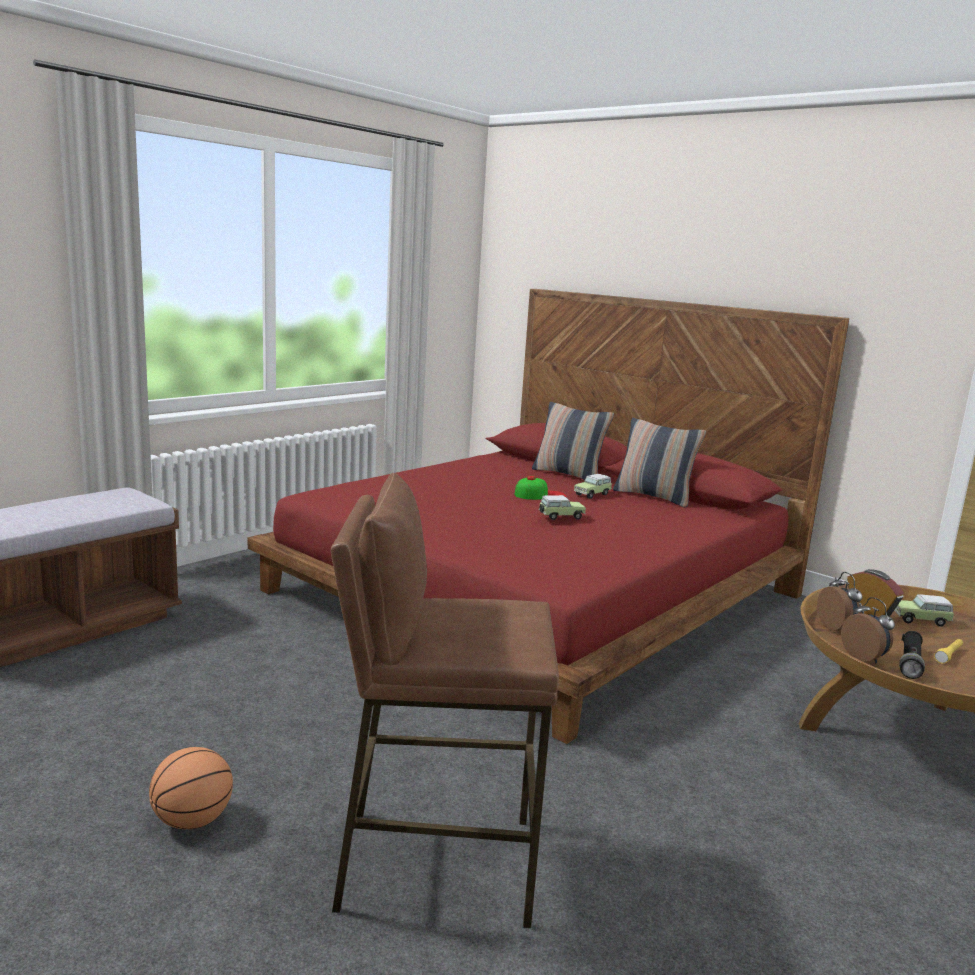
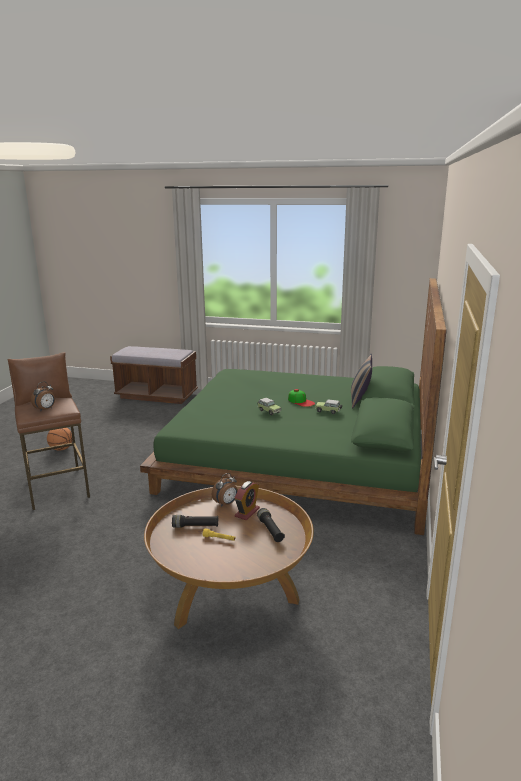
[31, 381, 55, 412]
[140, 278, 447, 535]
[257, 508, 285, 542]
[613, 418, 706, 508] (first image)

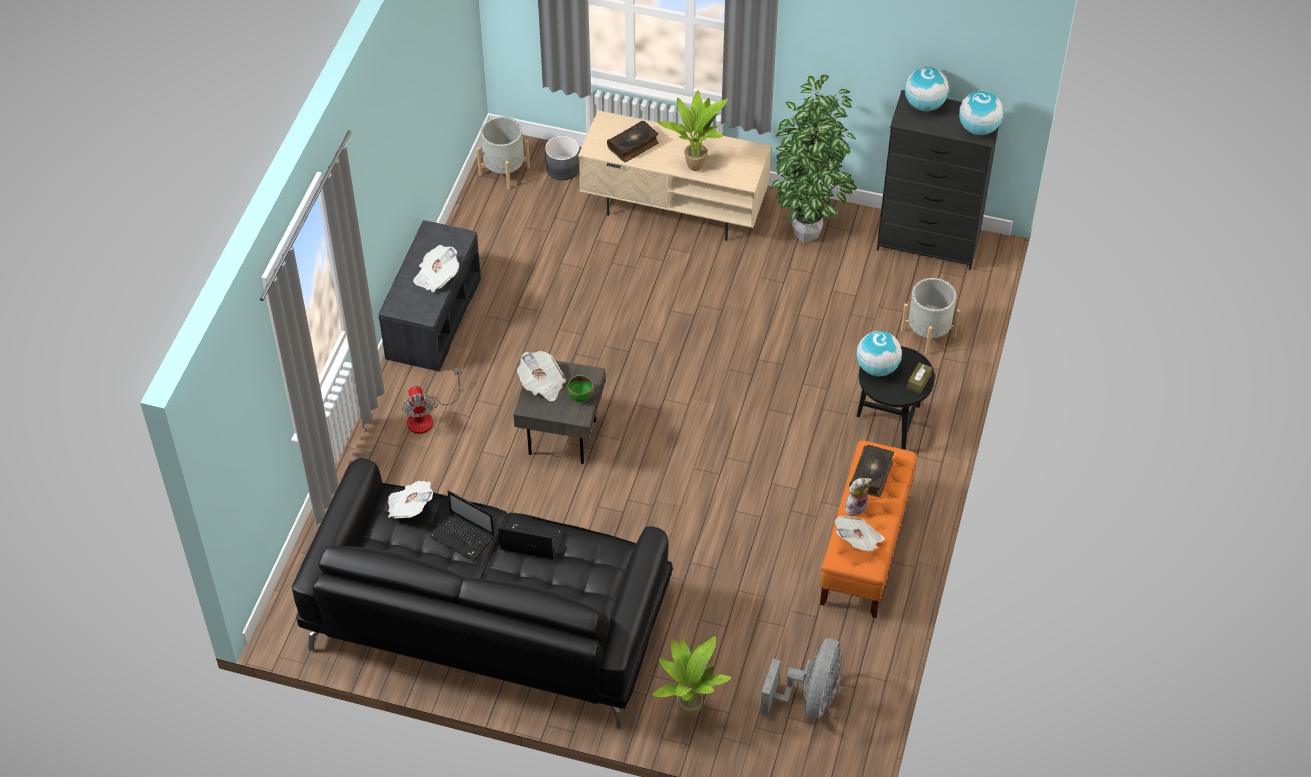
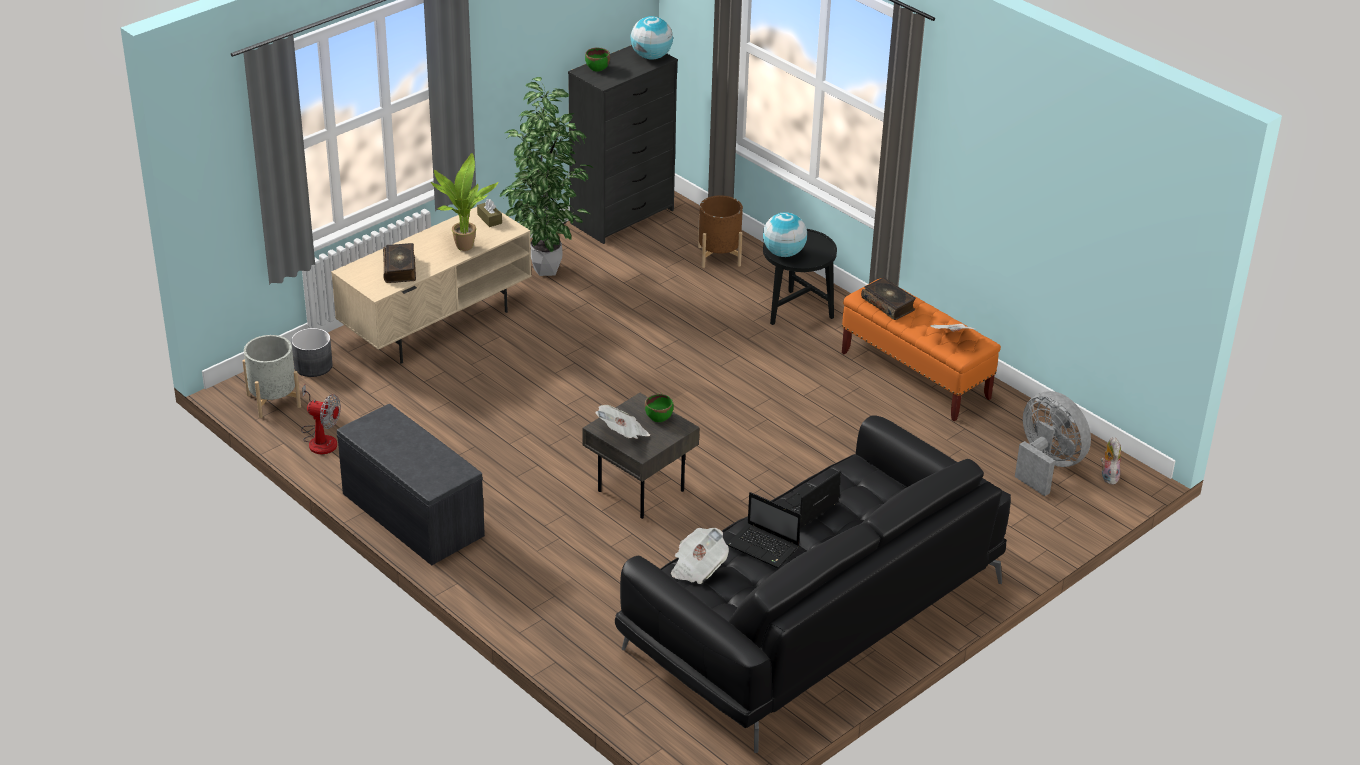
[301, 385, 341, 454]
[477, 199, 502, 227]
[585, 47, 610, 71]
[698, 195, 743, 268]
[727, 492, 801, 568]
[1101, 437, 1121, 485]
[413, 245, 459, 293] (first image)
[652, 636, 732, 718] (first image)

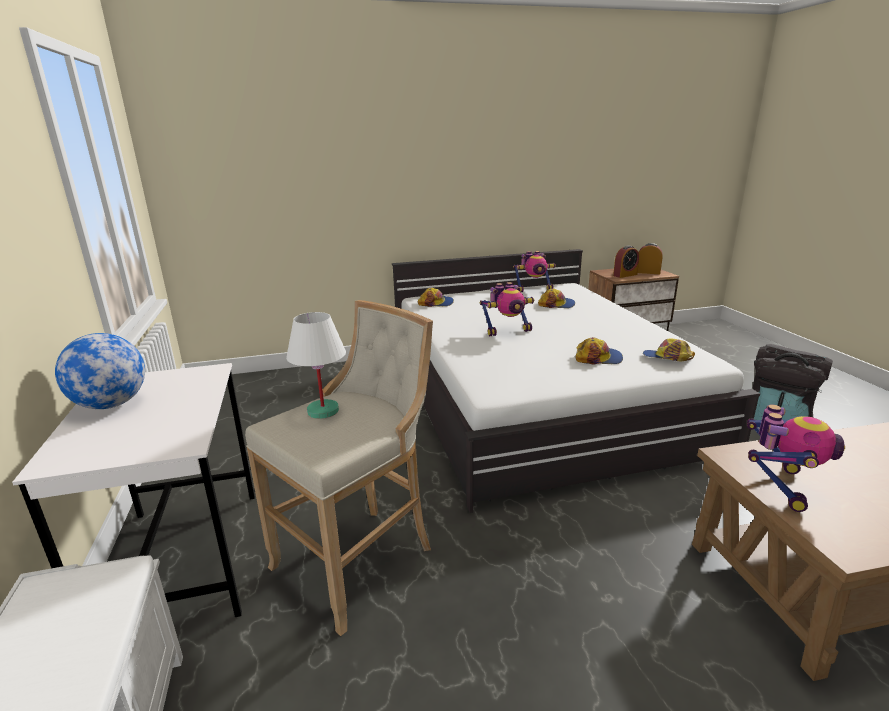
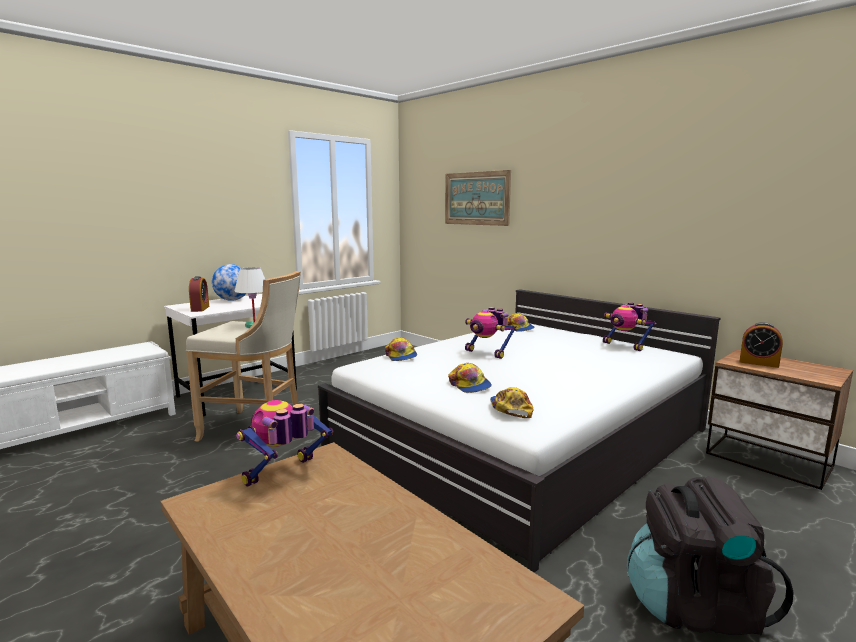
[189, 276, 209, 312]
[236, 400, 334, 487]
[385, 337, 417, 361]
[445, 170, 511, 226]

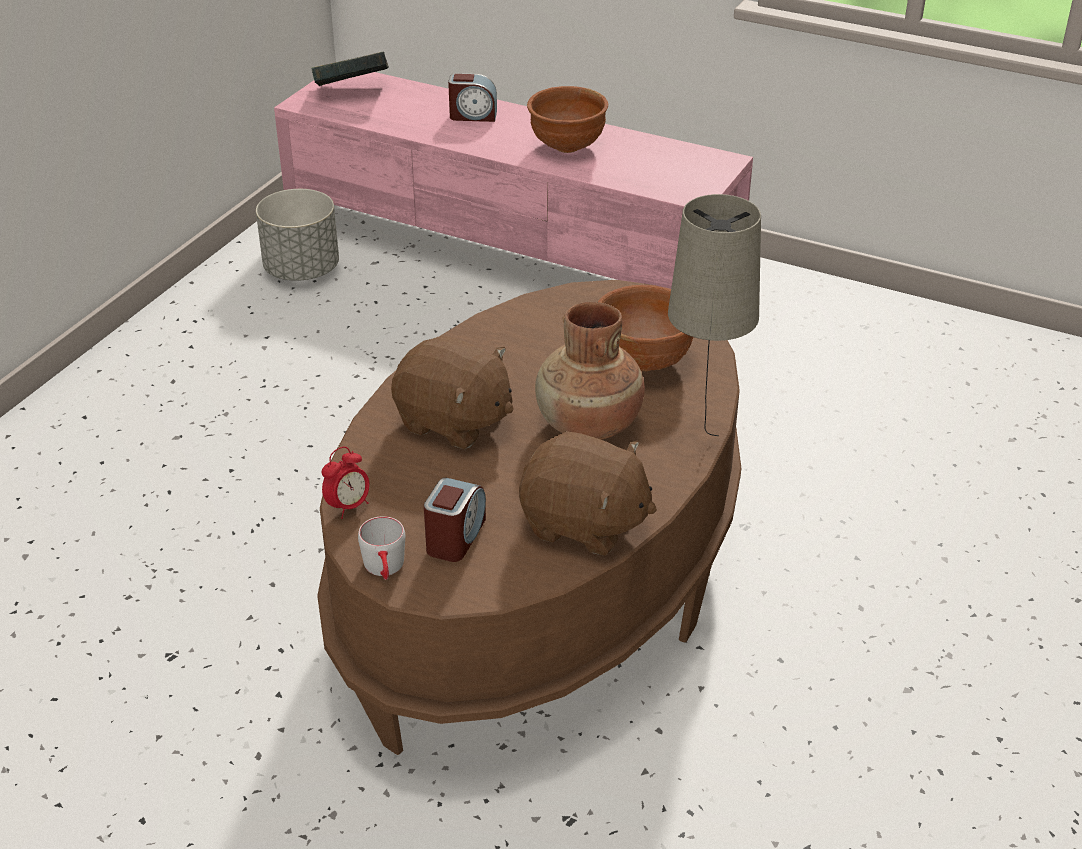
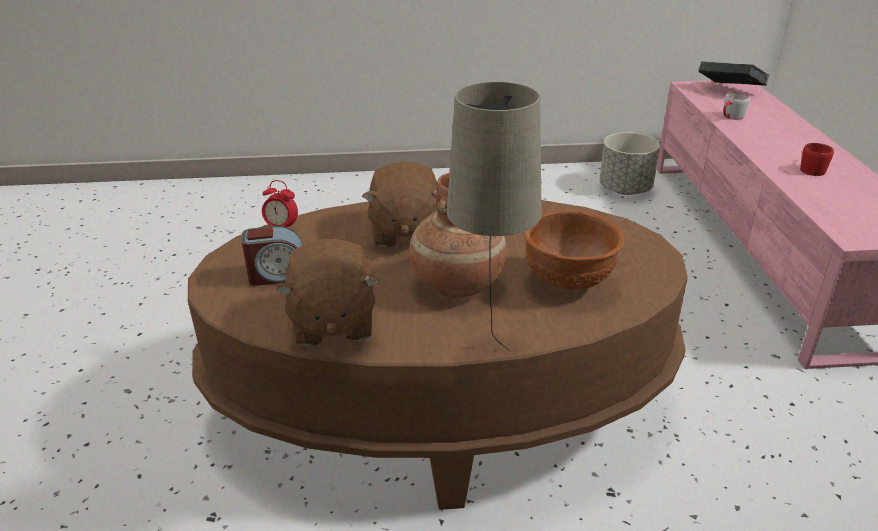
[723, 92, 750, 120]
[800, 143, 834, 176]
[448, 73, 497, 122] (first image)

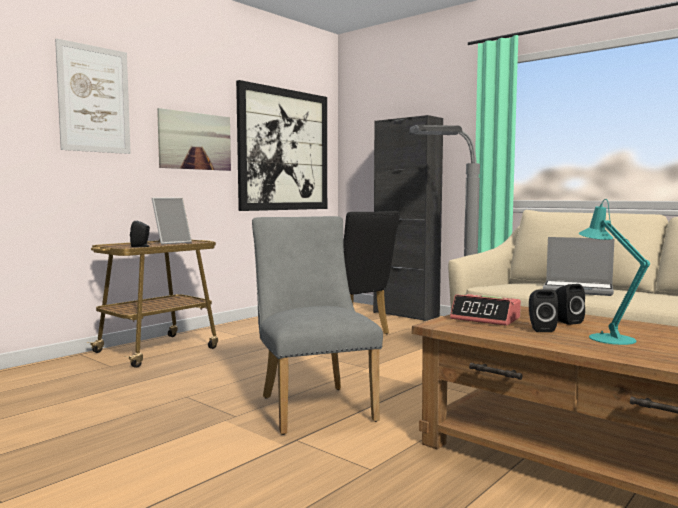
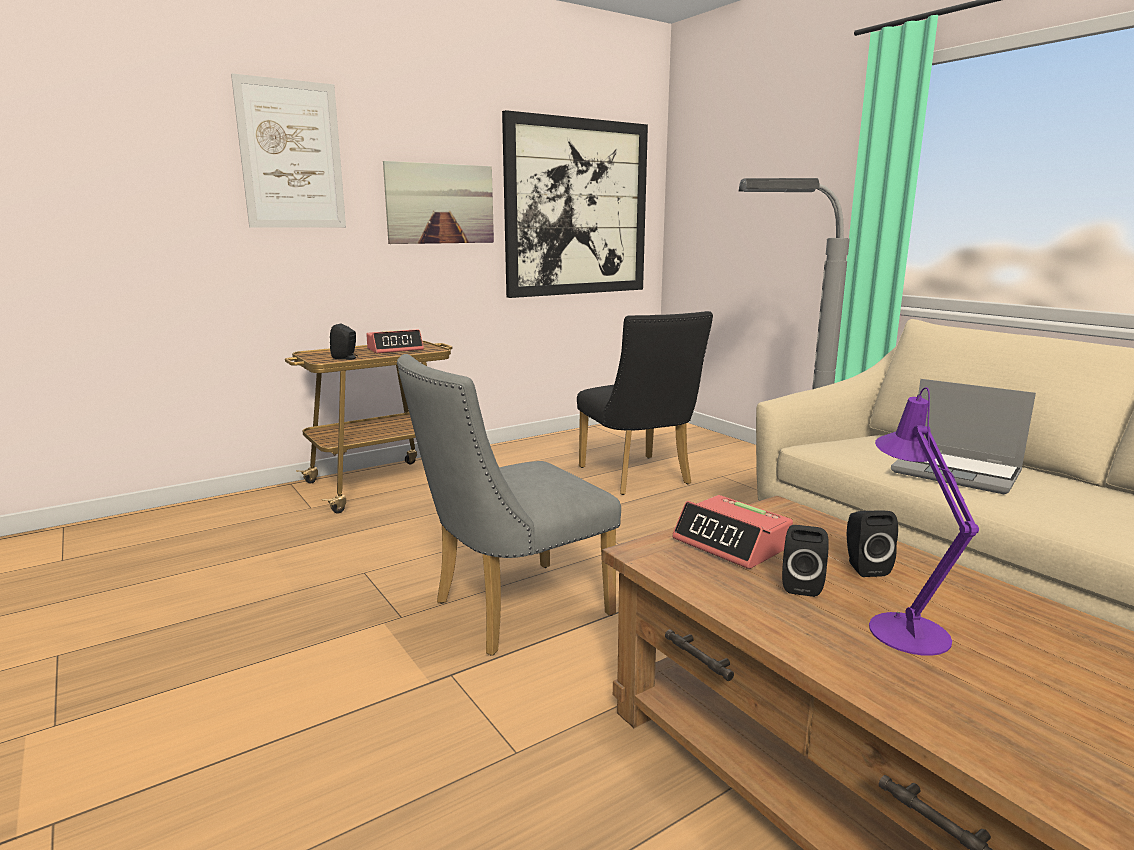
[366, 329, 424, 354]
[397, 354, 621, 656]
[869, 387, 979, 656]
[373, 115, 443, 321] (first image)

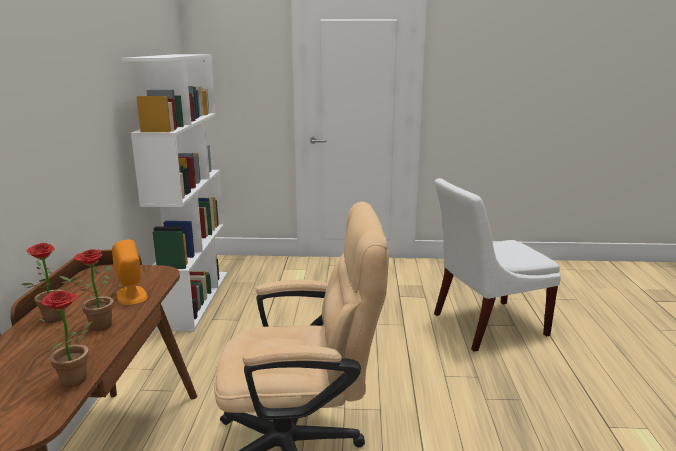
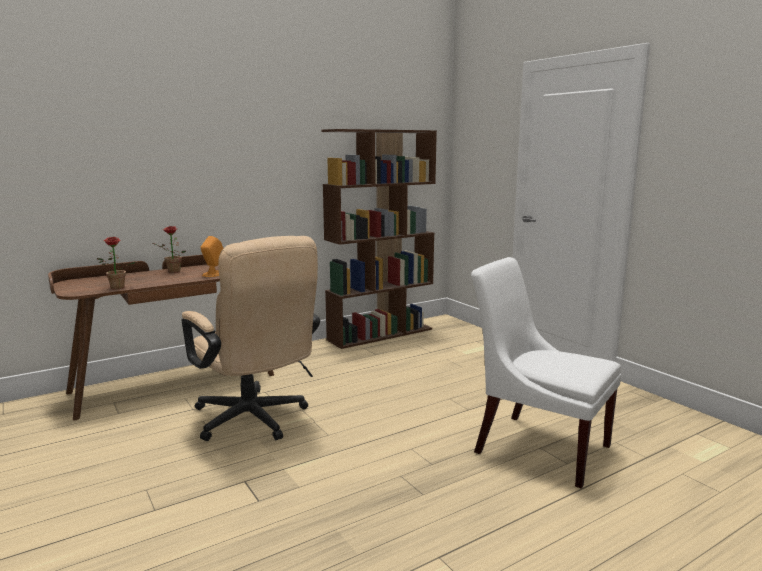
[321, 129, 437, 349]
[60, 249, 113, 331] (first image)

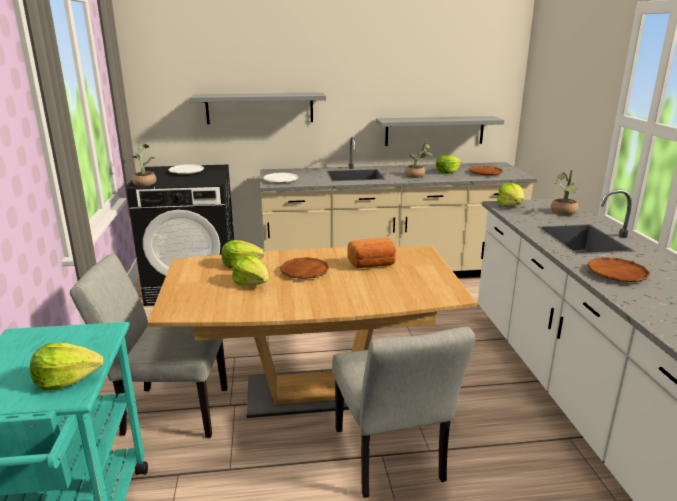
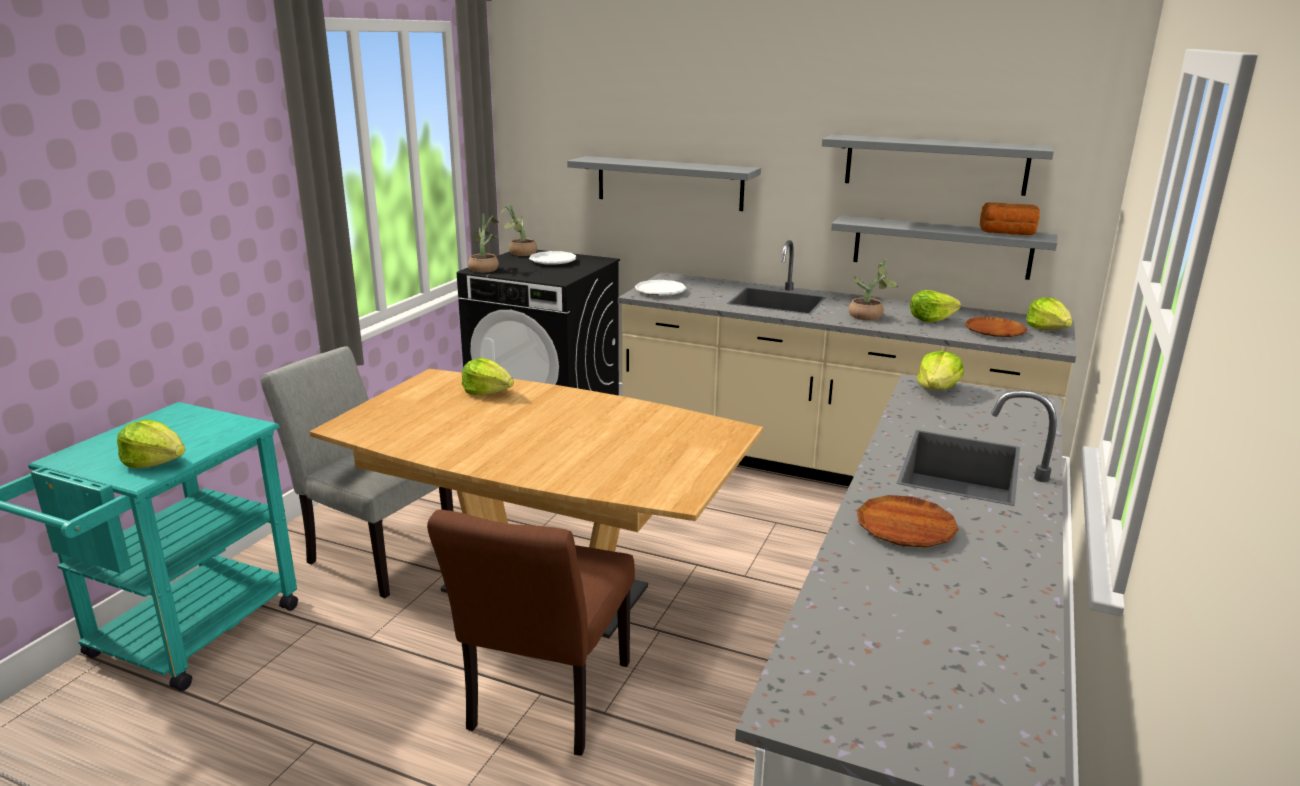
[427, 510, 635, 756]
[500, 205, 537, 256]
[822, 135, 1054, 196]
[979, 202, 1040, 235]
[1026, 297, 1073, 330]
[280, 257, 330, 279] (first image)

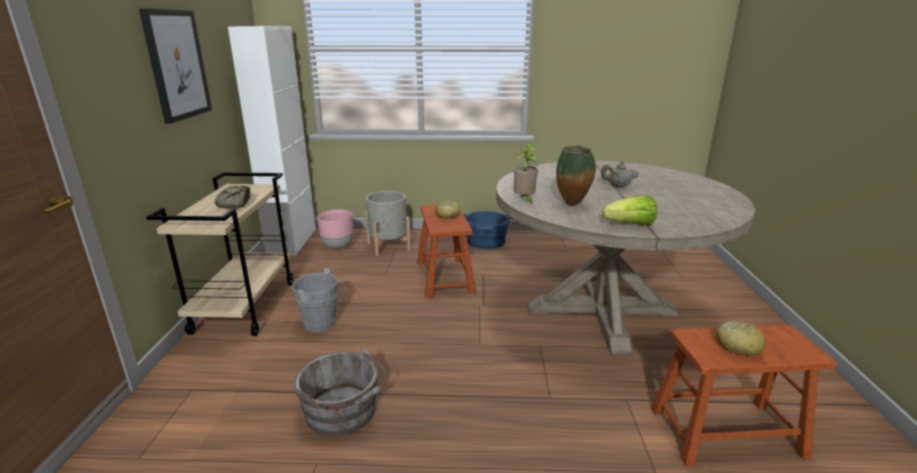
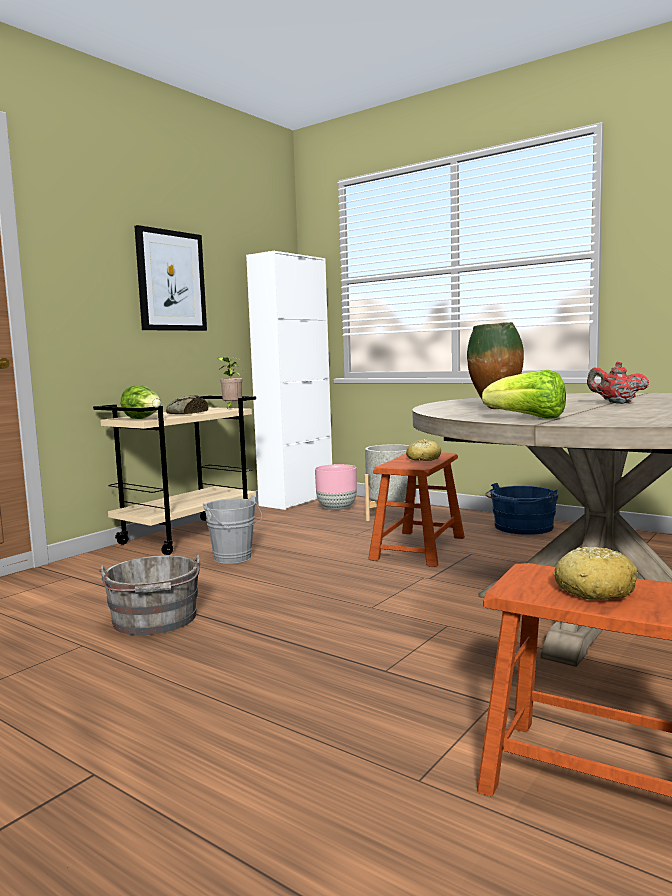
[121, 385, 161, 419]
[218, 357, 243, 409]
[587, 362, 649, 404]

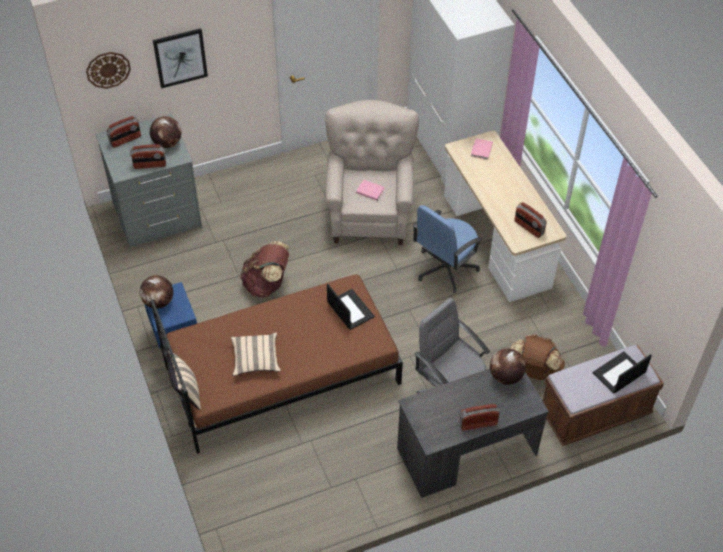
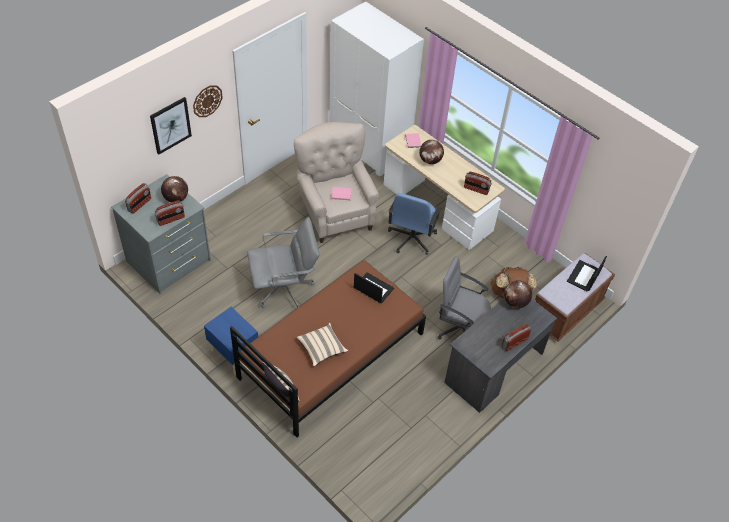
[193, 85, 223, 117]
[247, 217, 320, 310]
[419, 140, 444, 164]

